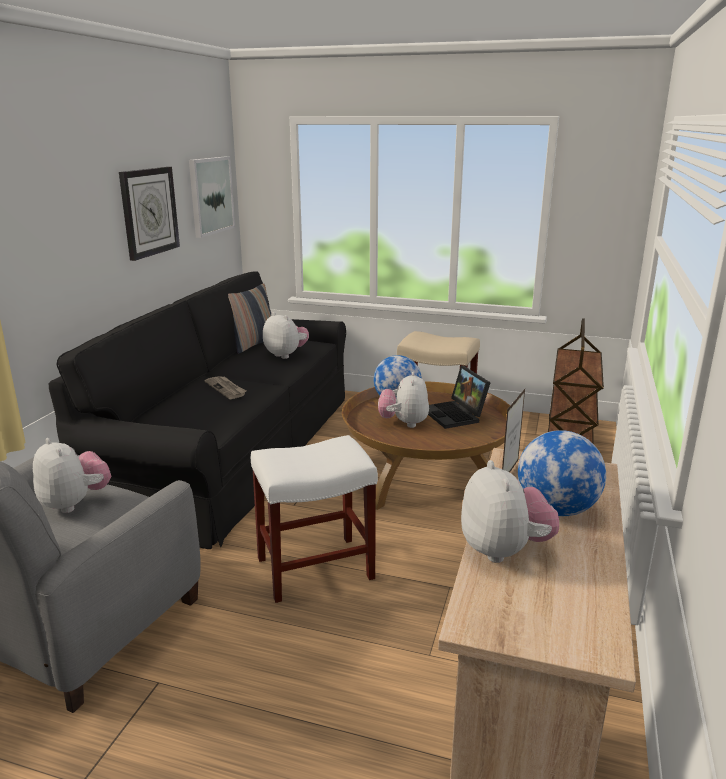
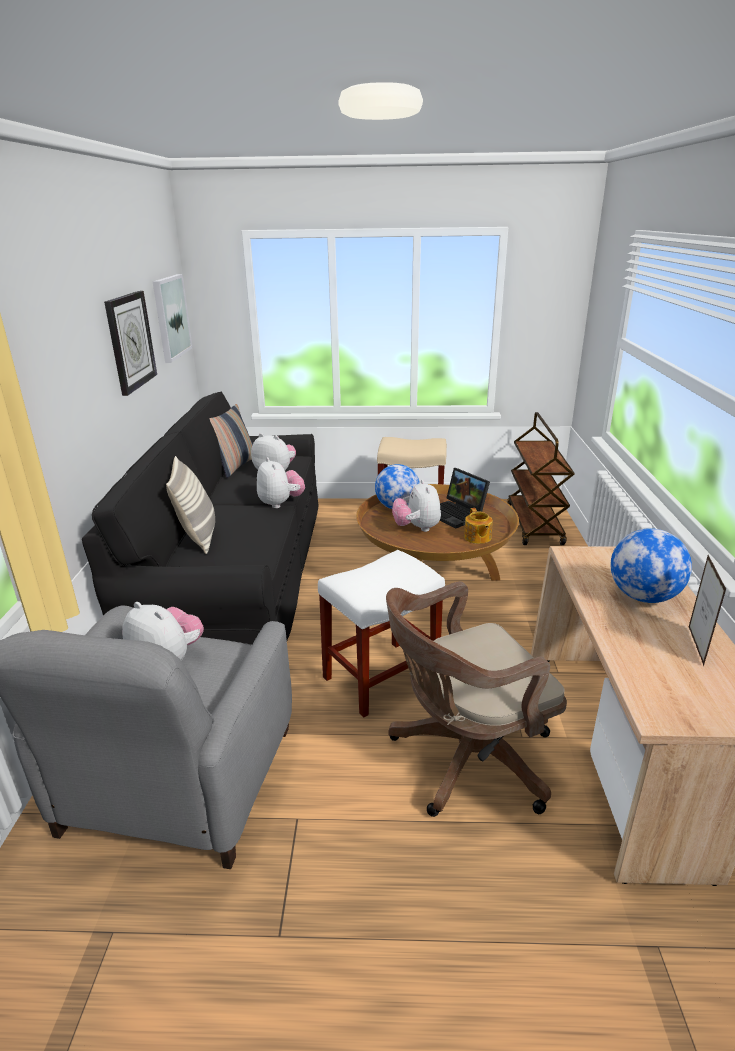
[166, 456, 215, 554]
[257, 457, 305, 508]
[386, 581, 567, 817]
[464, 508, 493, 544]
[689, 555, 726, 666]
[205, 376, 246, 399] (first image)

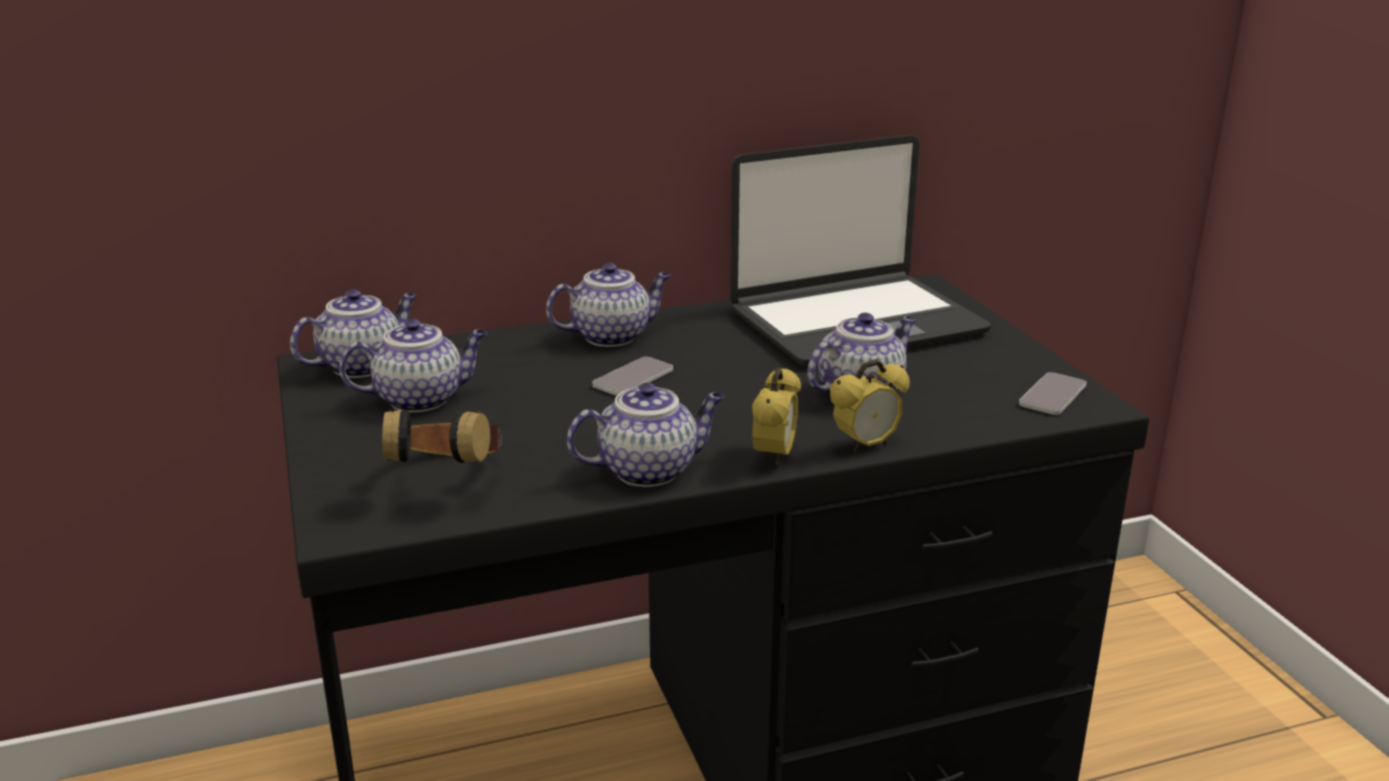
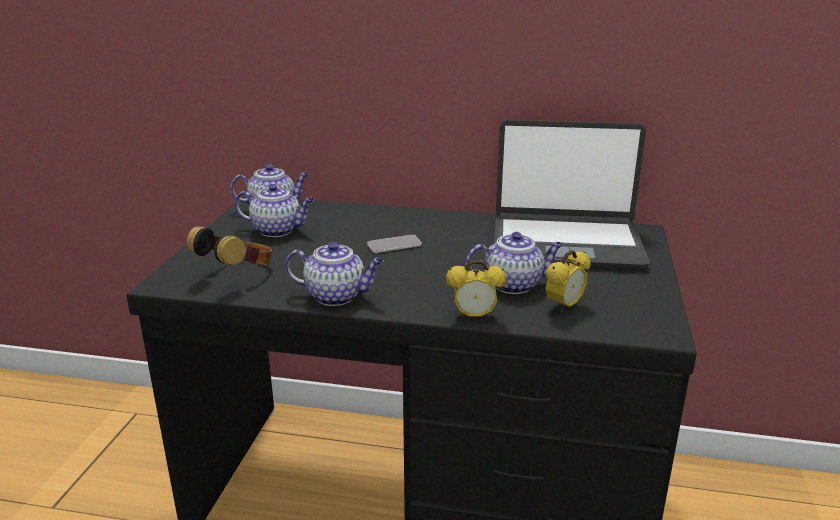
[545, 250, 591, 313]
[546, 263, 671, 347] (first image)
[1019, 372, 1087, 415] (first image)

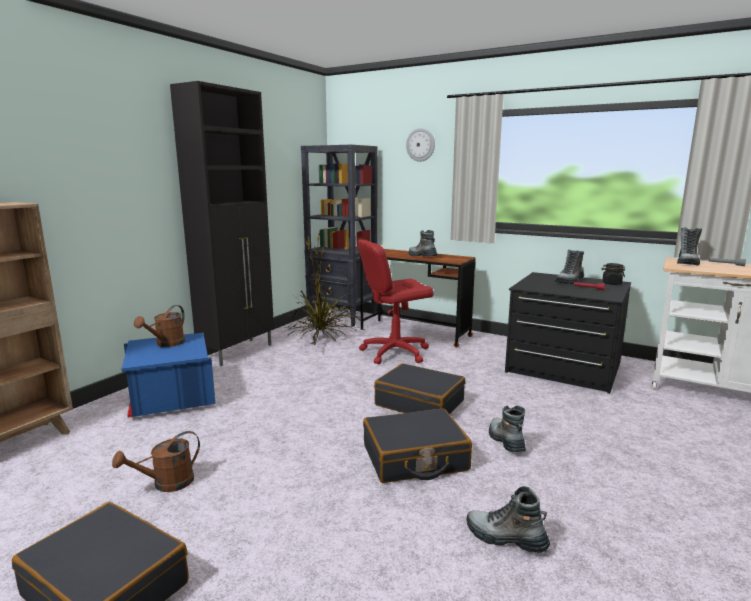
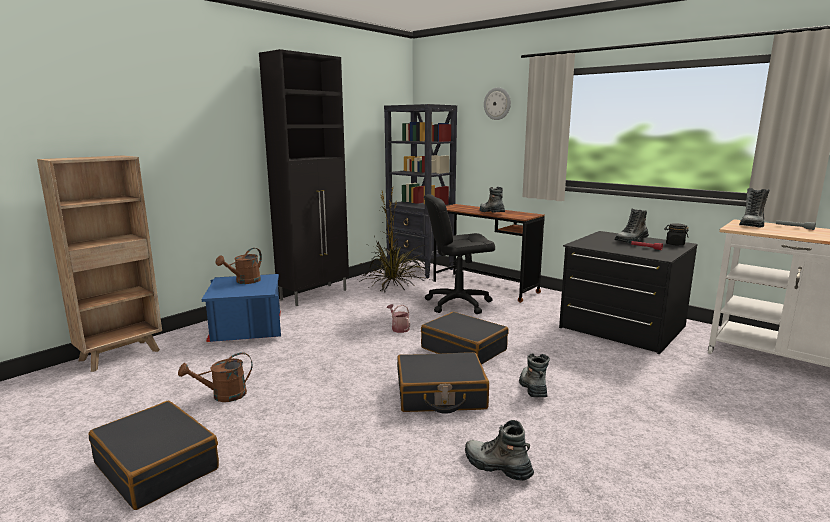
[387, 304, 410, 333]
[424, 194, 495, 314]

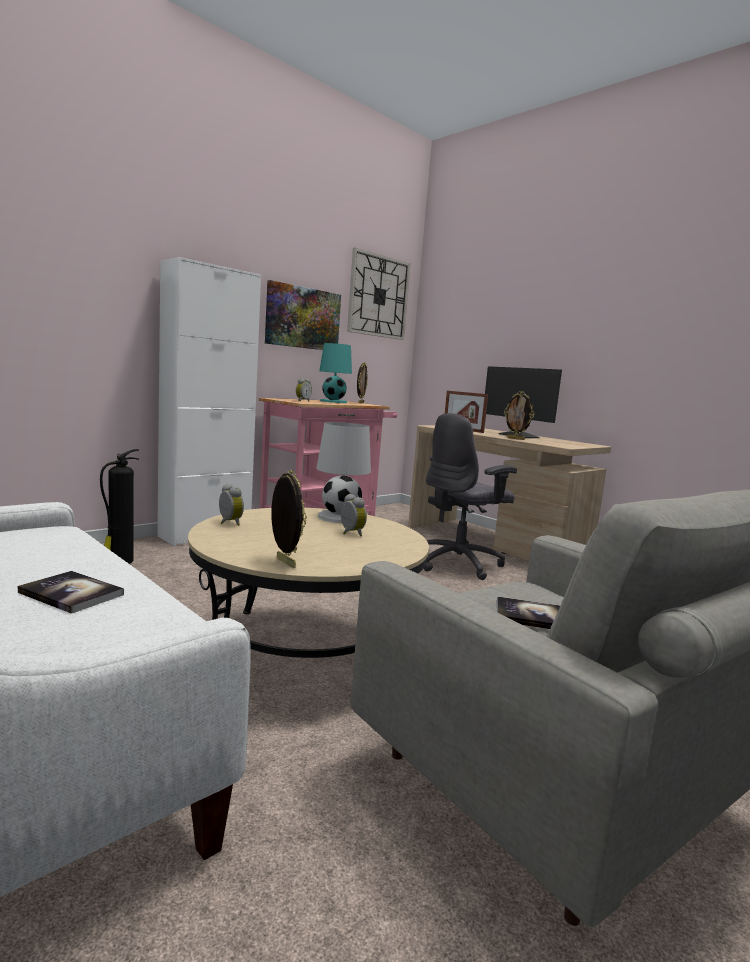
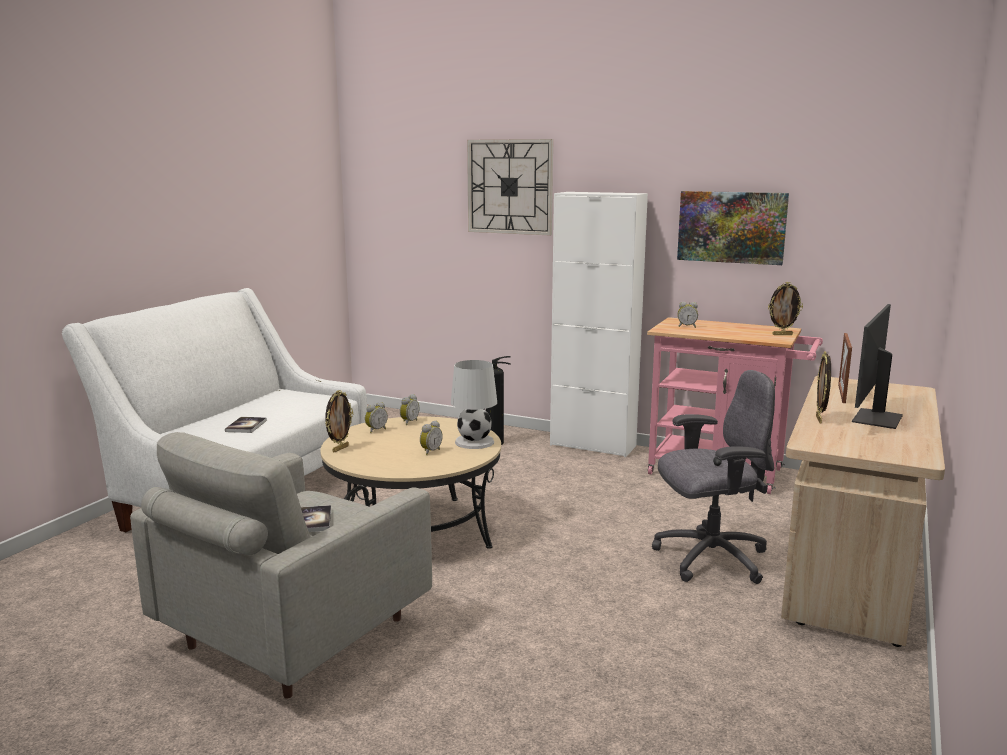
[365, 402, 388, 433]
[467, 139, 553, 235]
[652, 370, 775, 584]
[319, 343, 352, 403] (first image)

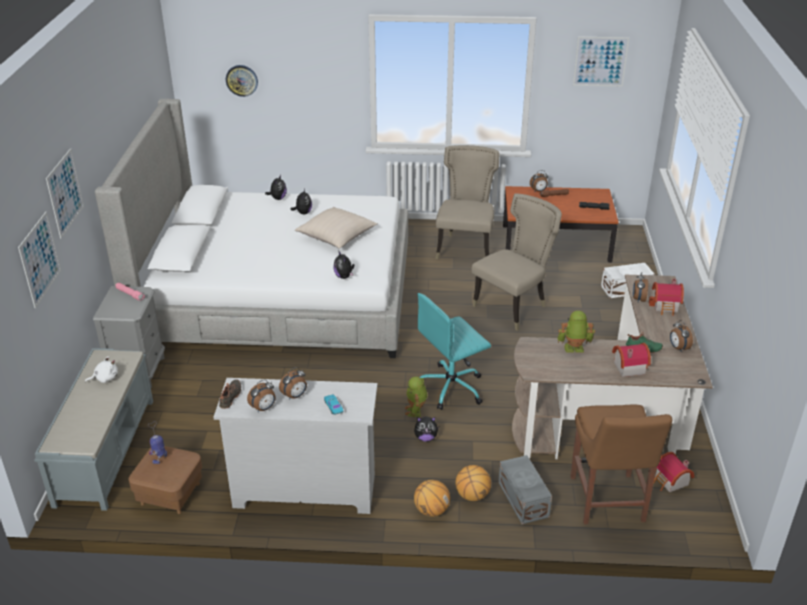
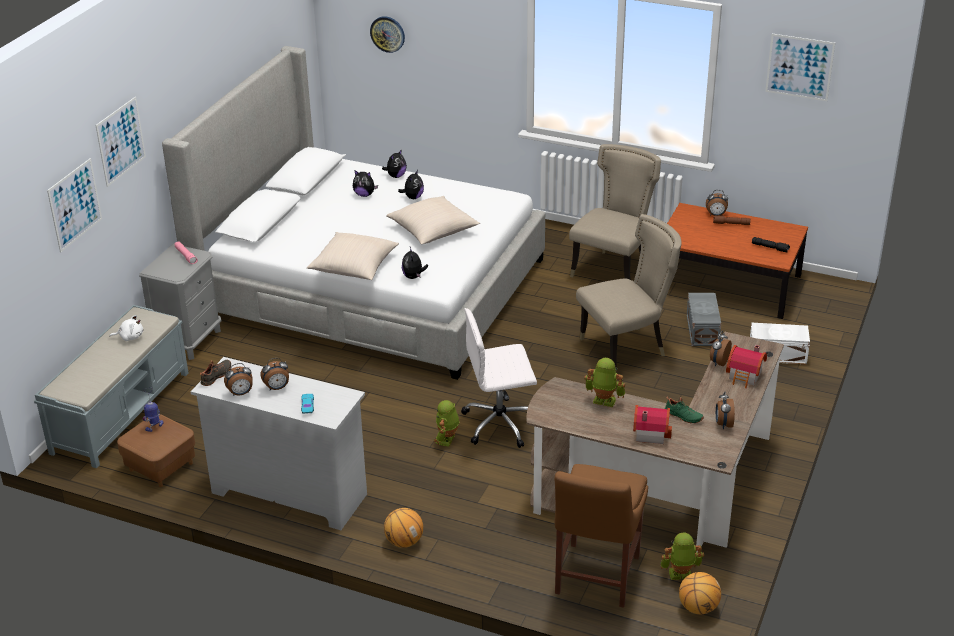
[307, 232, 399, 280]
[353, 170, 378, 197]
[461, 308, 537, 448]
[661, 533, 704, 580]
[679, 572, 721, 614]
[687, 293, 721, 346]

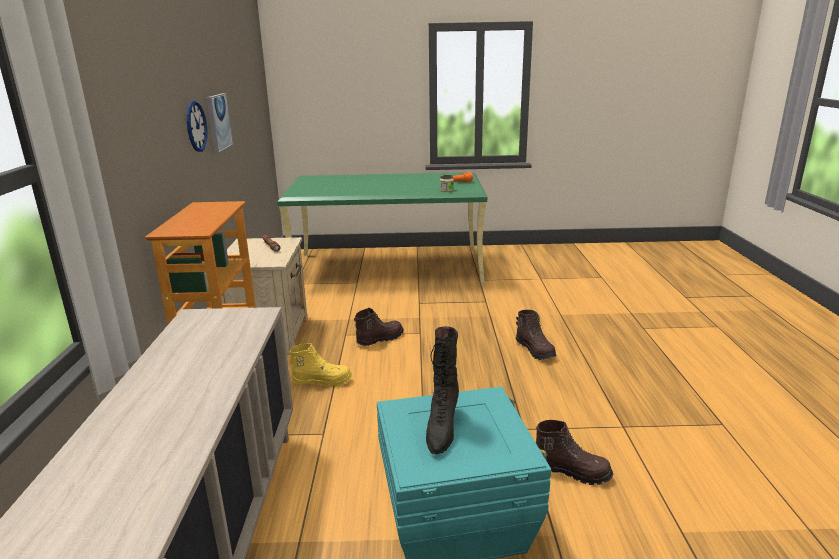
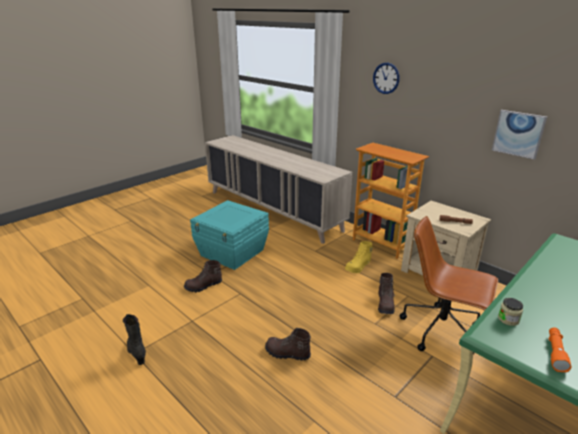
[123, 314, 146, 365]
[373, 63, 399, 94]
[400, 216, 498, 355]

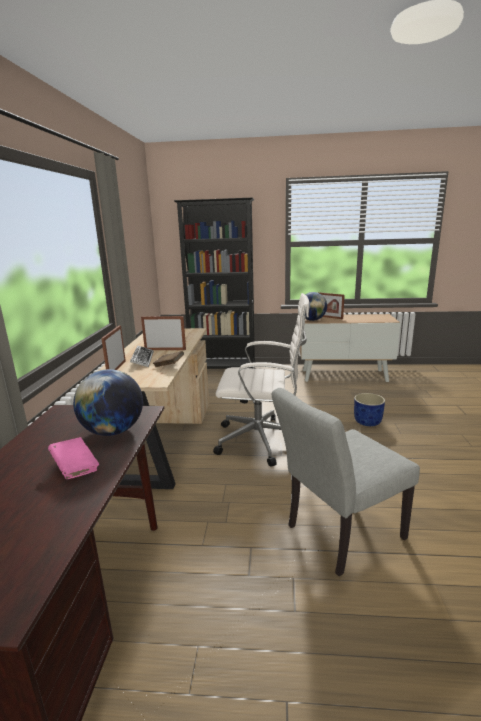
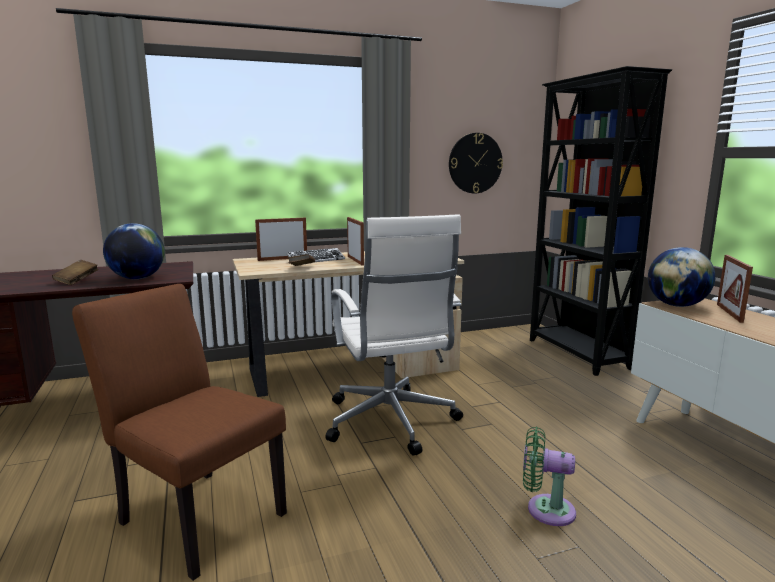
[52, 260, 98, 285]
[72, 284, 287, 581]
[449, 133, 503, 194]
[523, 427, 576, 526]

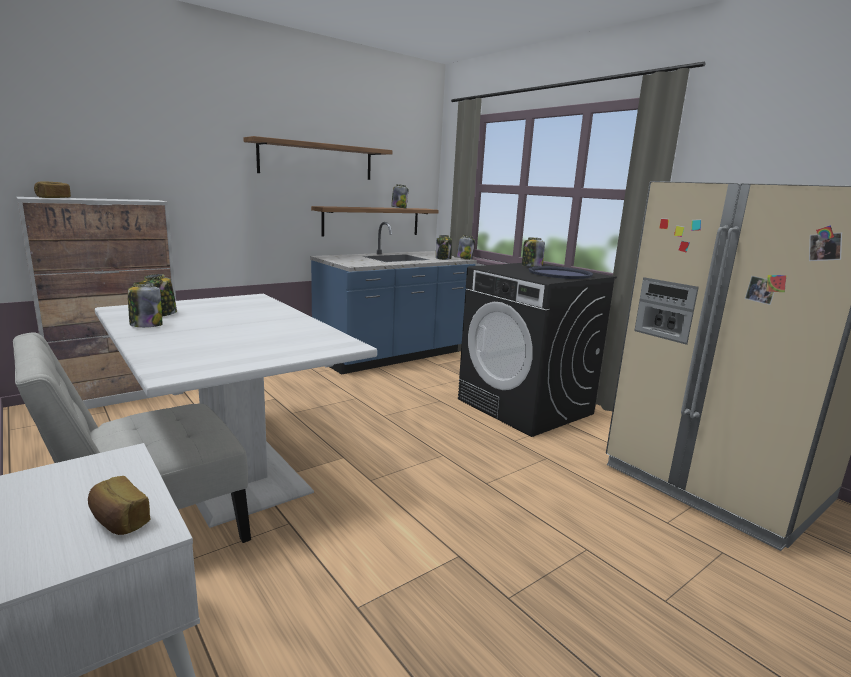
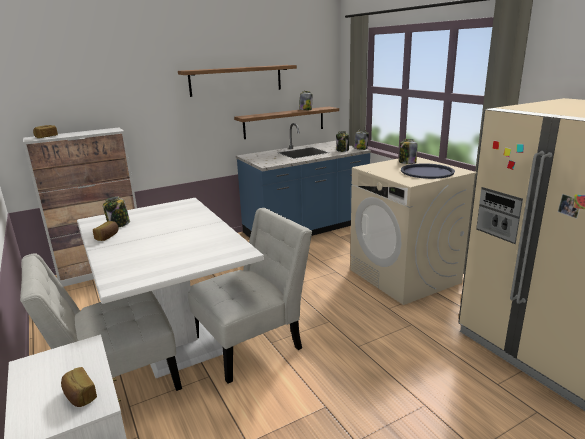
[93, 221, 118, 241]
[188, 208, 312, 384]
[350, 157, 476, 305]

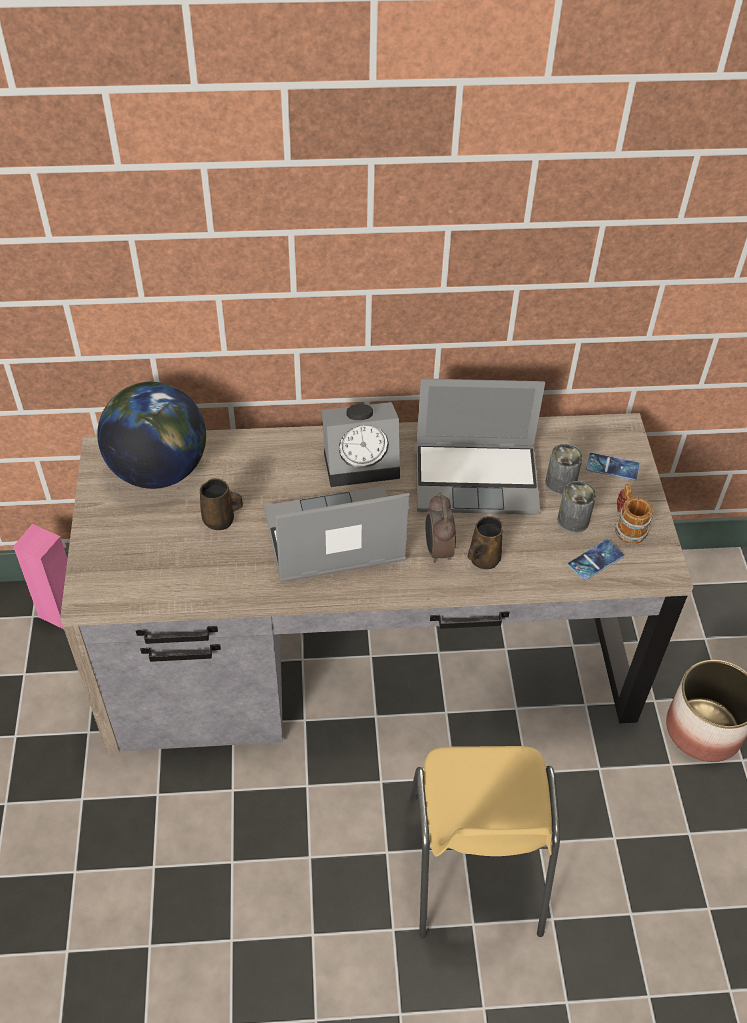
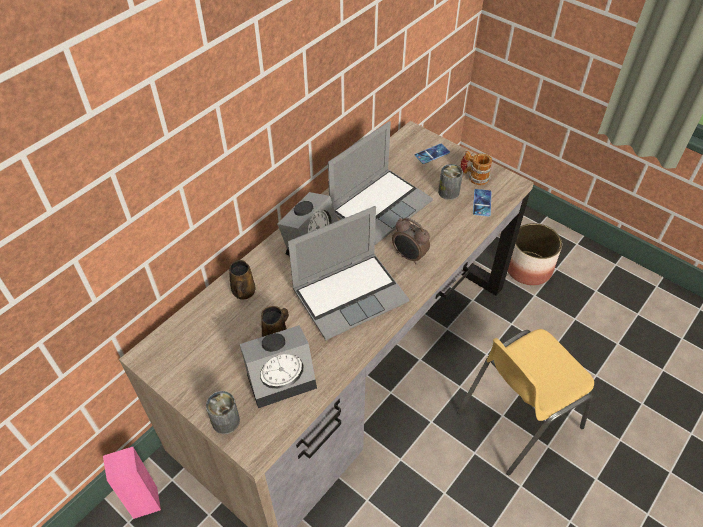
[206, 391, 240, 434]
[229, 260, 256, 300]
[240, 325, 317, 408]
[288, 206, 409, 340]
[457, 329, 594, 475]
[97, 382, 206, 489] (first image)

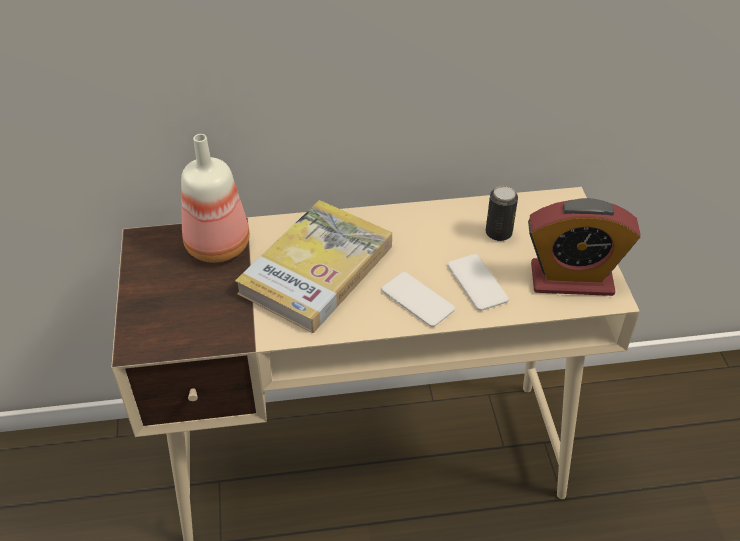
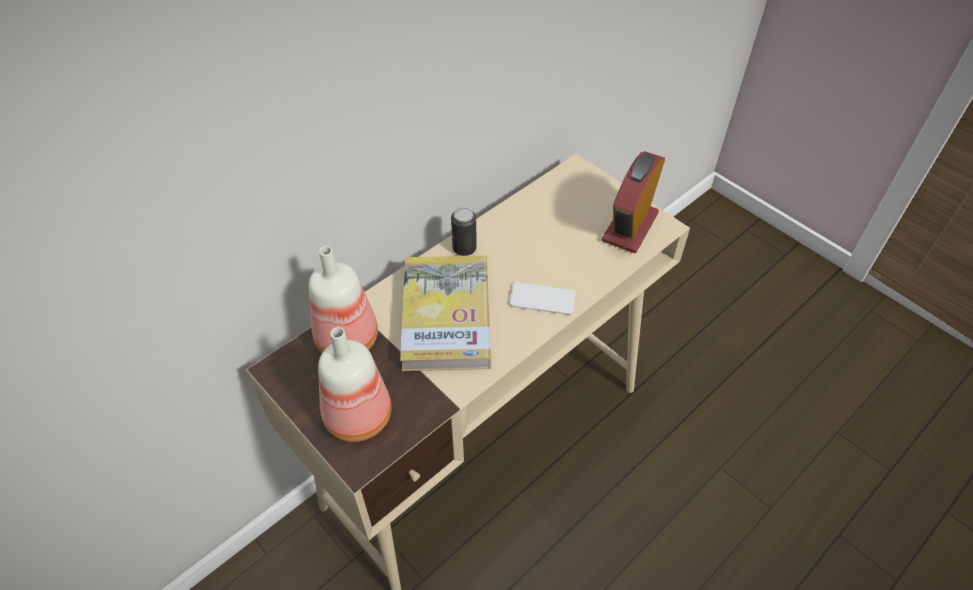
[318, 327, 391, 442]
[451, 208, 477, 256]
[602, 151, 665, 253]
[448, 254, 509, 311] (first image)

